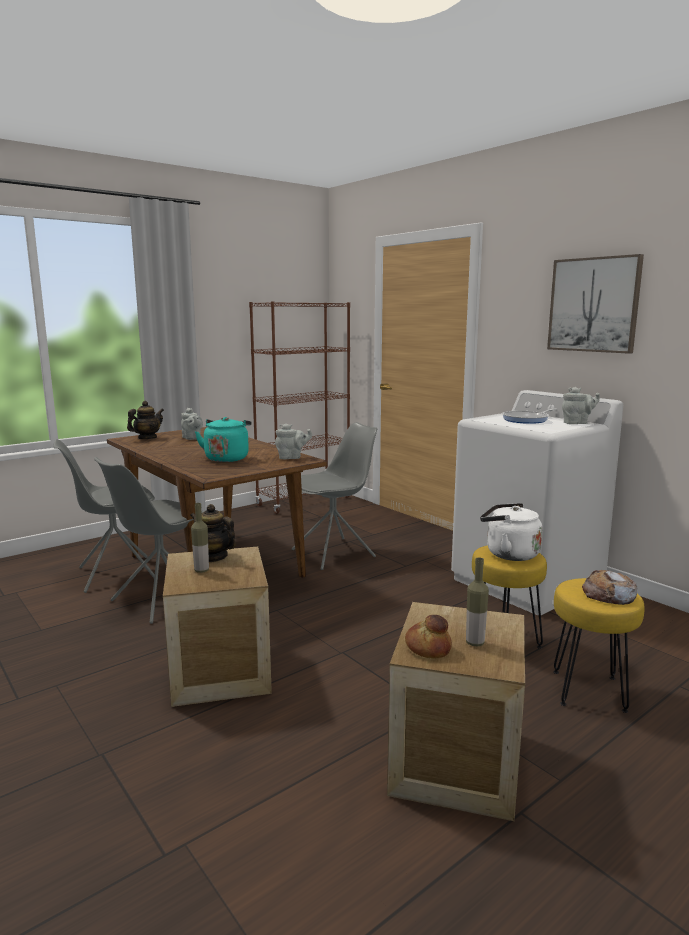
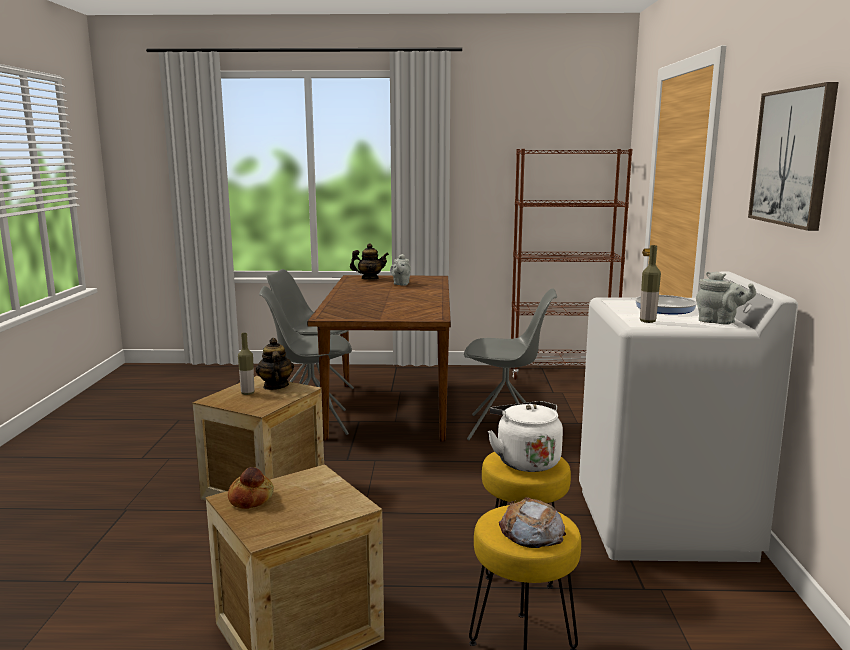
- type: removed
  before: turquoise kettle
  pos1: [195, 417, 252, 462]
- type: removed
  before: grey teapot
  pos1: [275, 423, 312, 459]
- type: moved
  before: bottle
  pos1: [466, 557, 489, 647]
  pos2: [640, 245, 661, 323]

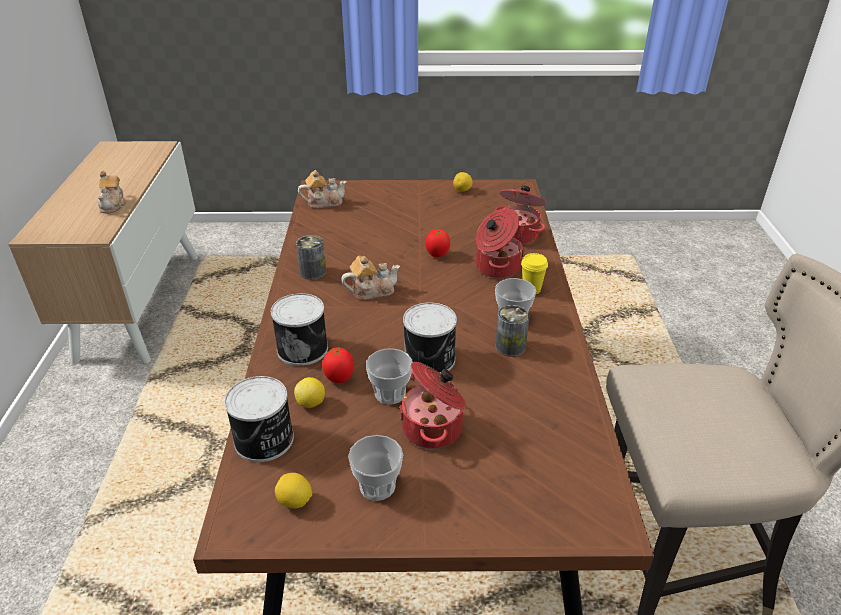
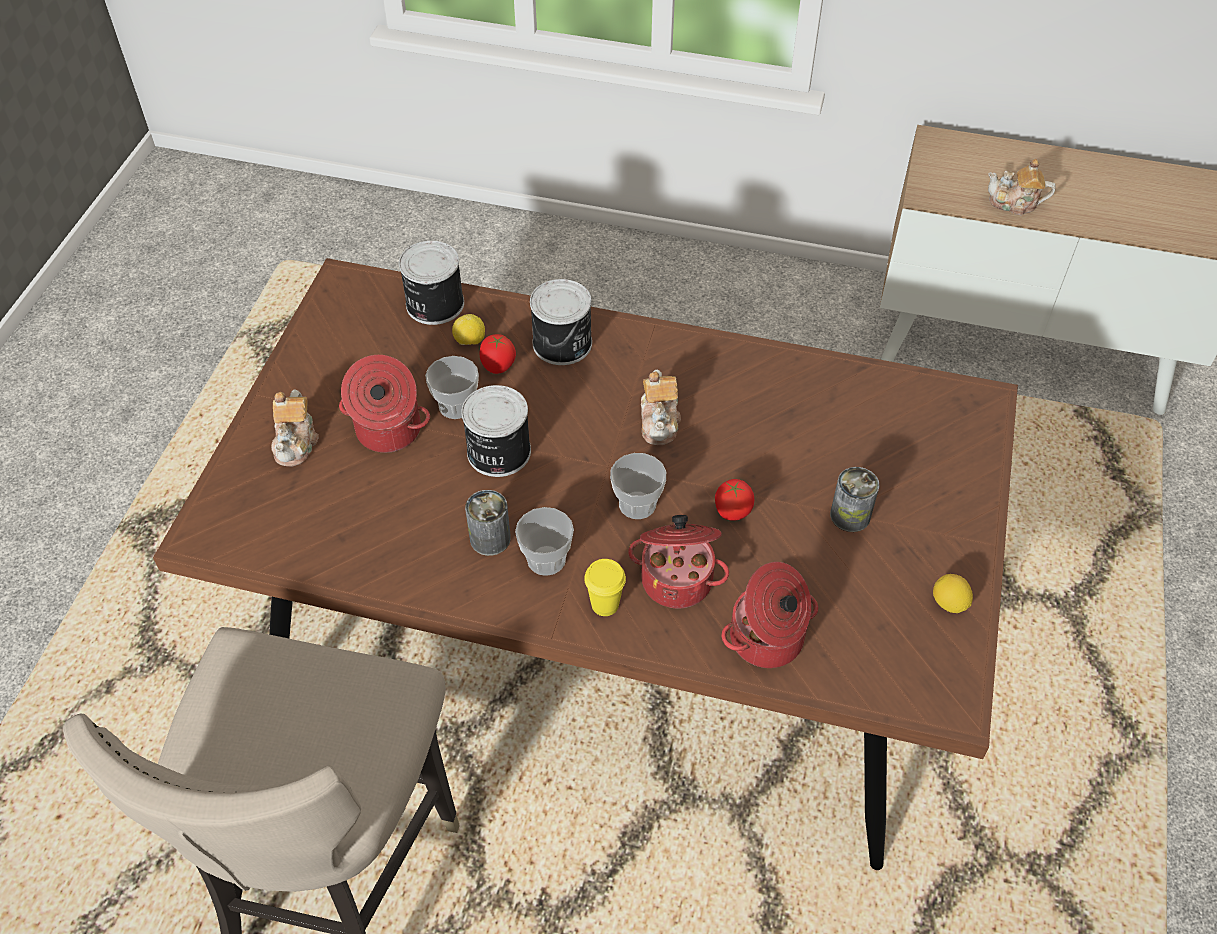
- type: moved
  before: teapot
  pos1: [298, 170, 347, 208]
  pos2: [271, 389, 319, 467]
- type: moved
  before: can
  pos1: [296, 235, 326, 280]
  pos2: [830, 467, 879, 532]
- type: moved
  before: cup
  pos1: [348, 435, 403, 501]
  pos2: [610, 453, 666, 519]
- type: removed
  before: lemon
  pos1: [275, 473, 312, 509]

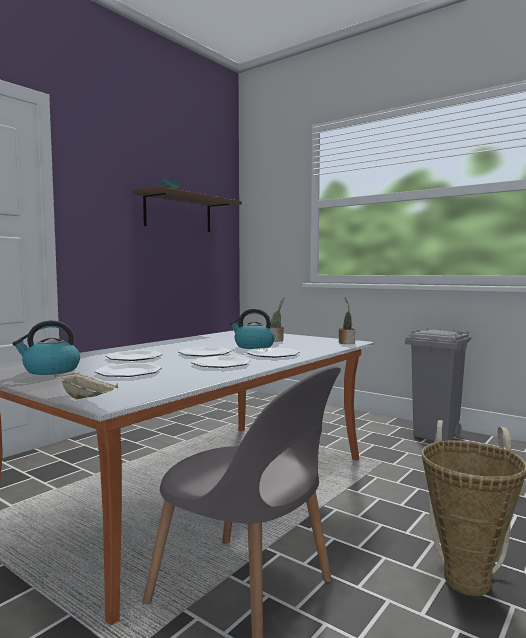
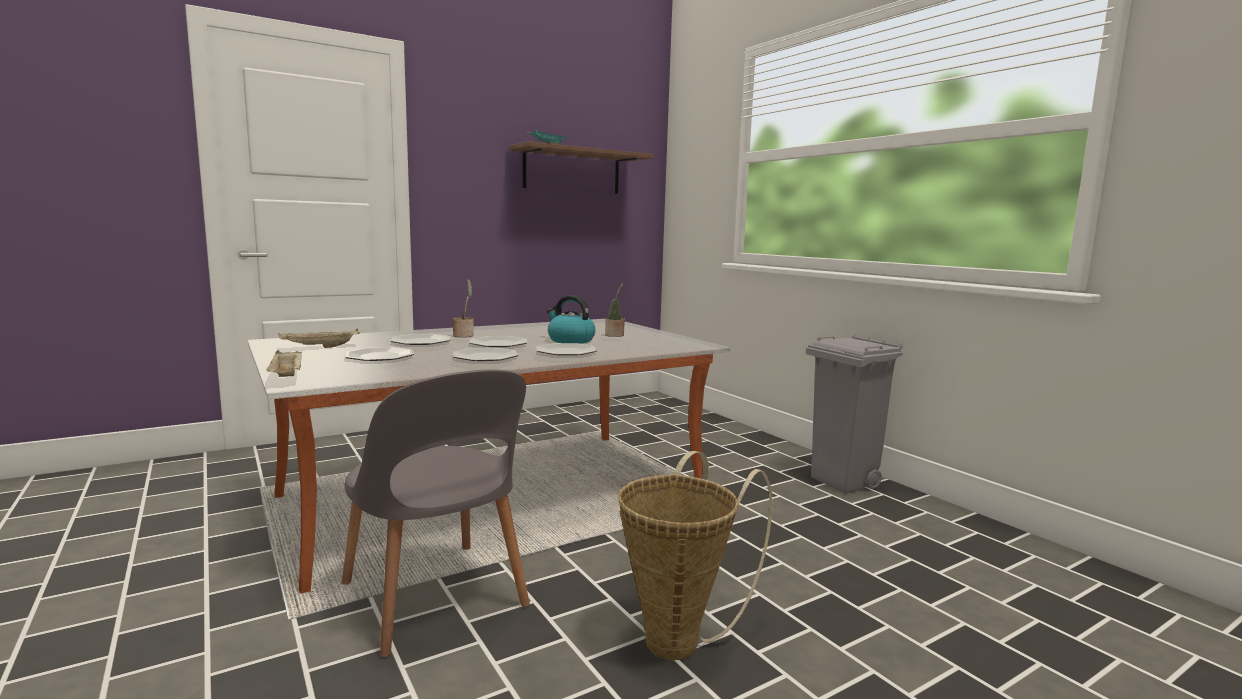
- type: moved
  before: potted plant
  pos1: [339, 297, 355, 344]
  pos2: [453, 279, 474, 337]
- type: replaced
  before: kettle
  after: beige tray
  pos1: [12, 320, 80, 375]
  pos2: [278, 329, 360, 348]

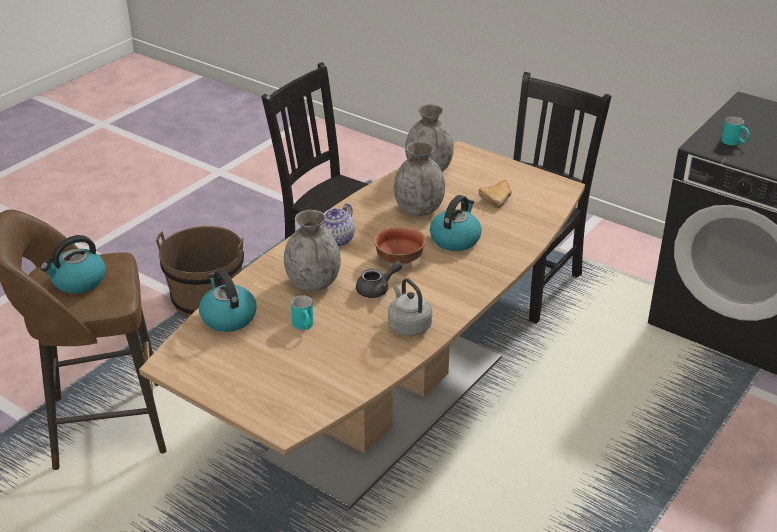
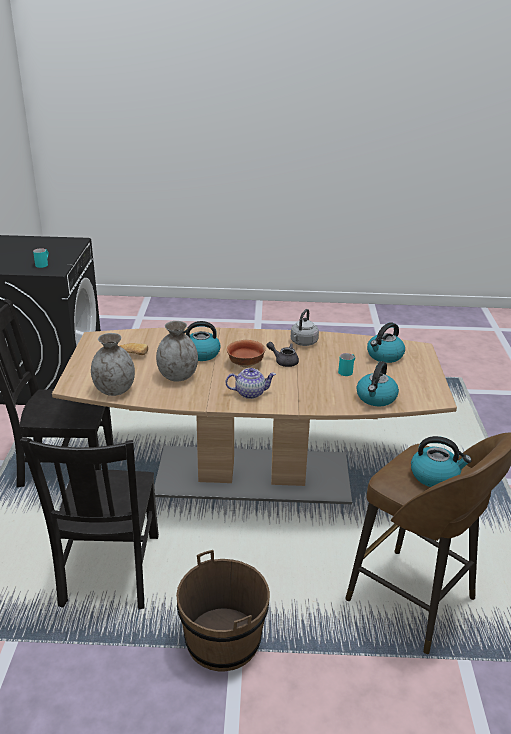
- type: removed
  before: grey vase
  pos1: [284, 210, 341, 292]
- type: added
  after: kettle
  pos2: [367, 322, 405, 363]

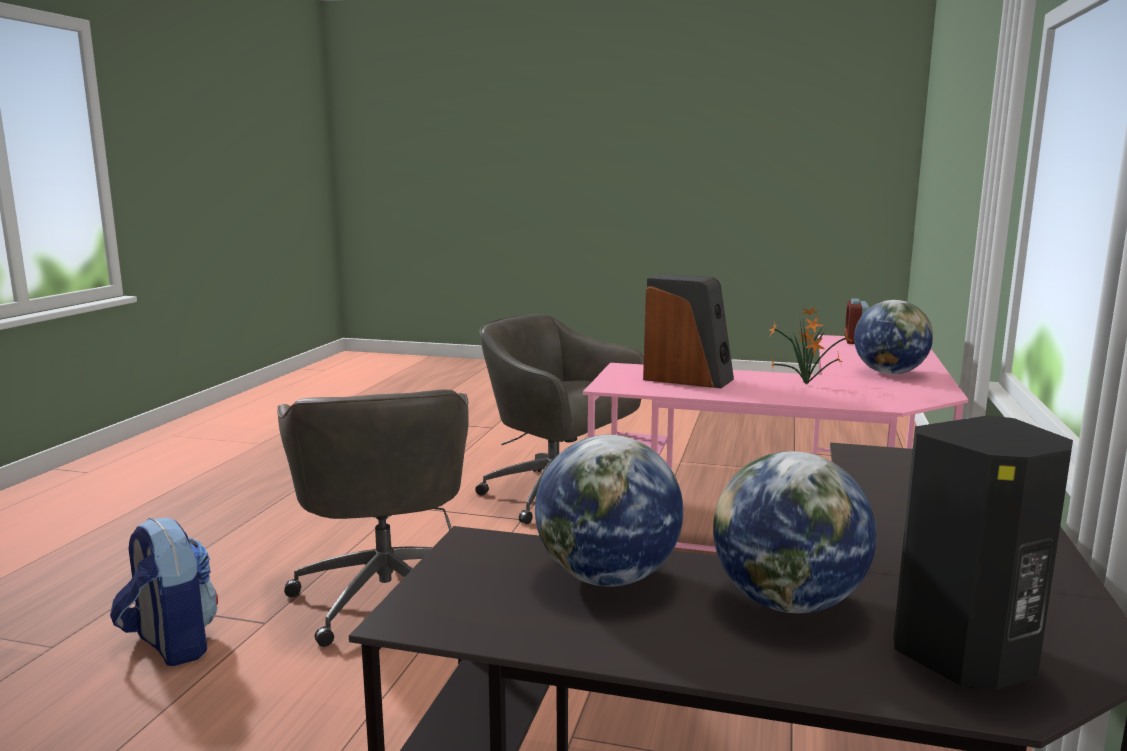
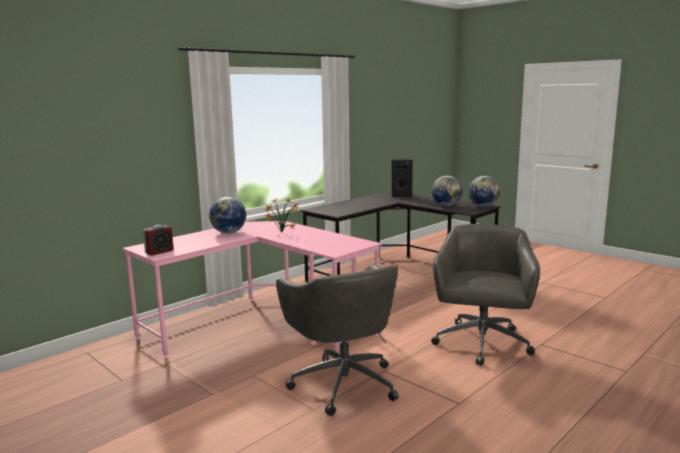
- type: removed
  before: speaker
  pos1: [643, 274, 734, 388]
- type: moved
  before: globe
  pos1: [713, 451, 876, 613]
  pos2: [468, 176, 500, 207]
- type: removed
  before: backpack
  pos1: [110, 518, 218, 666]

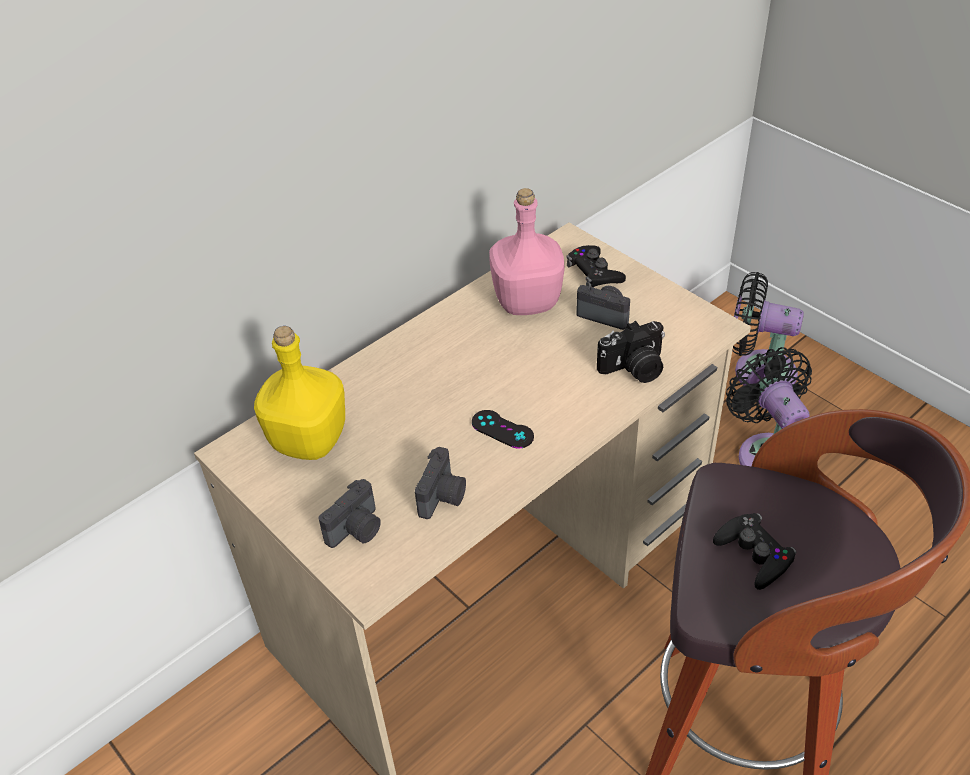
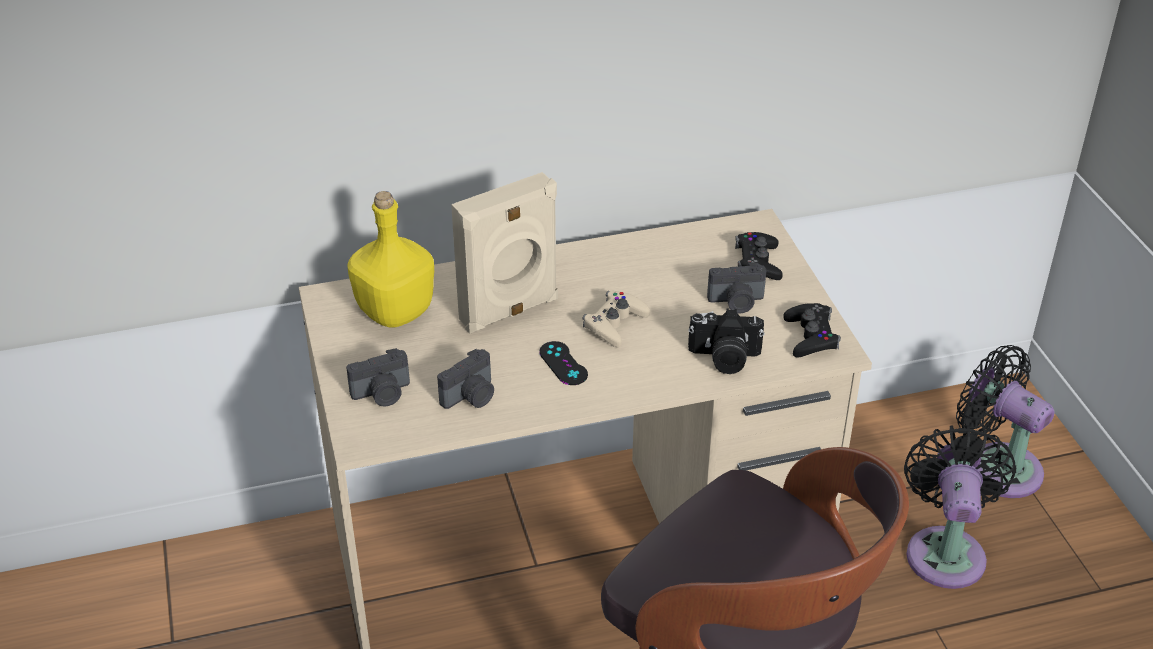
- type: removed
  before: pink bottle
  pos1: [489, 188, 564, 315]
- type: turned
  before: photo camera
  pos1: [576, 285, 630, 330]
  pos2: [707, 263, 766, 314]
  turn: 120
- type: moved
  before: black game controller
  pos1: [713, 513, 796, 590]
  pos2: [783, 303, 841, 357]
- type: added
  after: beige speaker
  pos2: [451, 172, 558, 334]
- type: added
  after: beige game controller
  pos2: [583, 291, 650, 348]

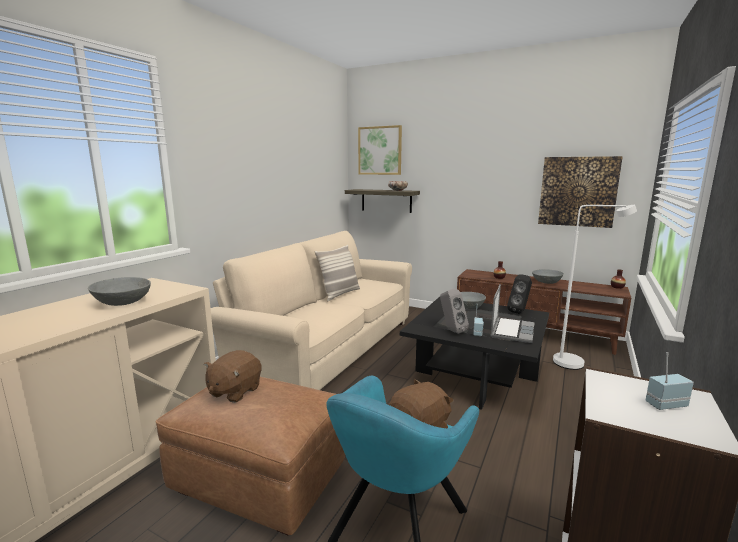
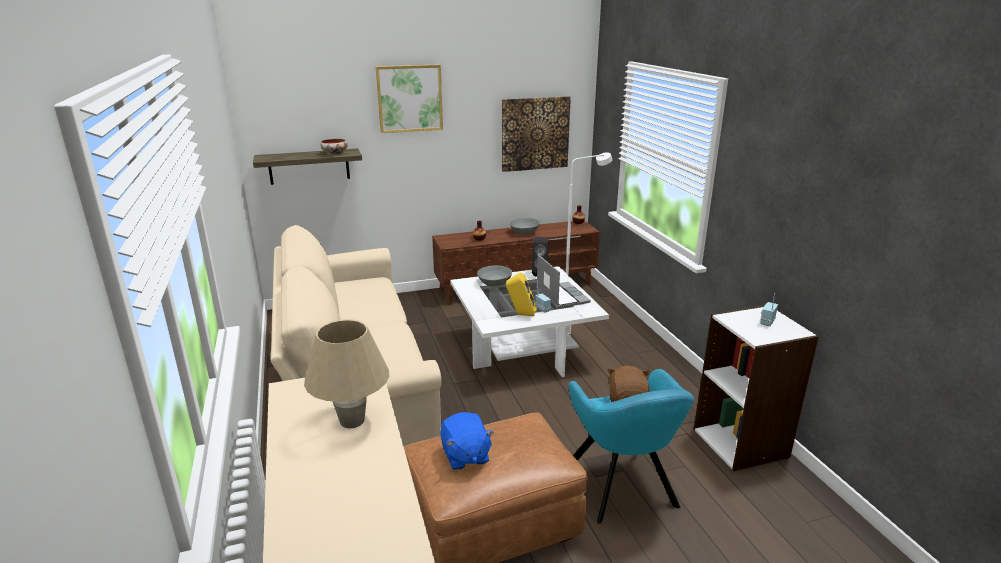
- type: moved
  before: picture
  pos1: [358, 125, 402, 175]
  pos2: [375, 64, 443, 133]
- type: removed
  before: pillow
  pos1: [315, 245, 360, 301]
- type: replaced
  before: grey bowl
  after: beige table lamp
  pos1: [88, 277, 151, 306]
  pos2: [304, 319, 389, 428]
- type: recoloured
  before: grey speaker
  after: yellow speaker
  pos1: [440, 289, 469, 334]
  pos2: [506, 273, 537, 316]
- type: recoloured
  before: black coffee table
  after: white coffee table
  pos1: [400, 297, 549, 410]
  pos2: [450, 266, 609, 377]
- type: recoloured
  before: brown plush toy
  after: blue plush toy
  pos1: [204, 350, 262, 403]
  pos2: [440, 412, 494, 470]

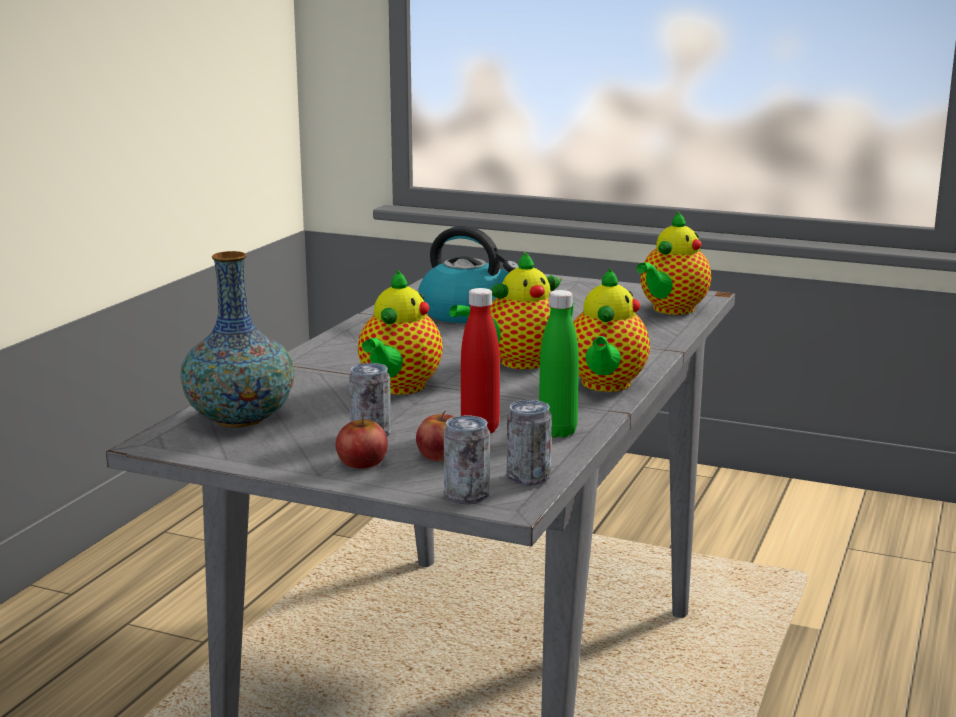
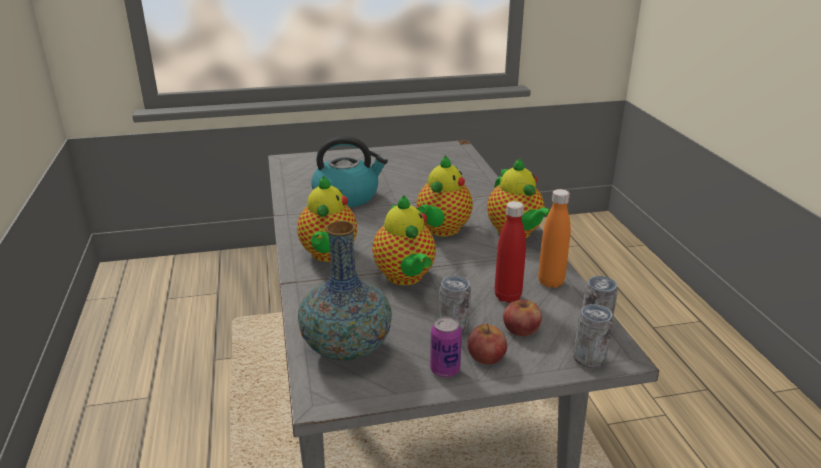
- type: moved
  before: teapot
  pos1: [636, 211, 711, 315]
  pos2: [297, 176, 357, 262]
- type: recoloured
  before: green bottle
  after: orange bottle
  pos1: [539, 290, 579, 438]
  pos2: [538, 189, 570, 288]
- type: added
  after: can
  pos2: [430, 316, 462, 377]

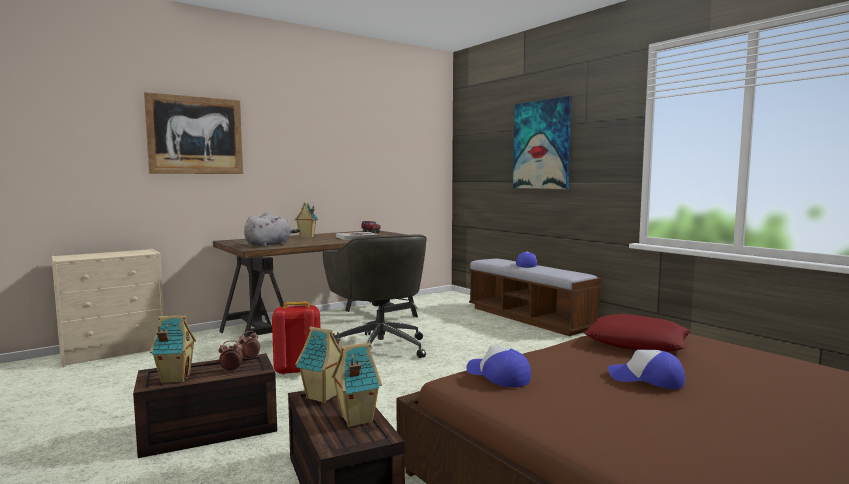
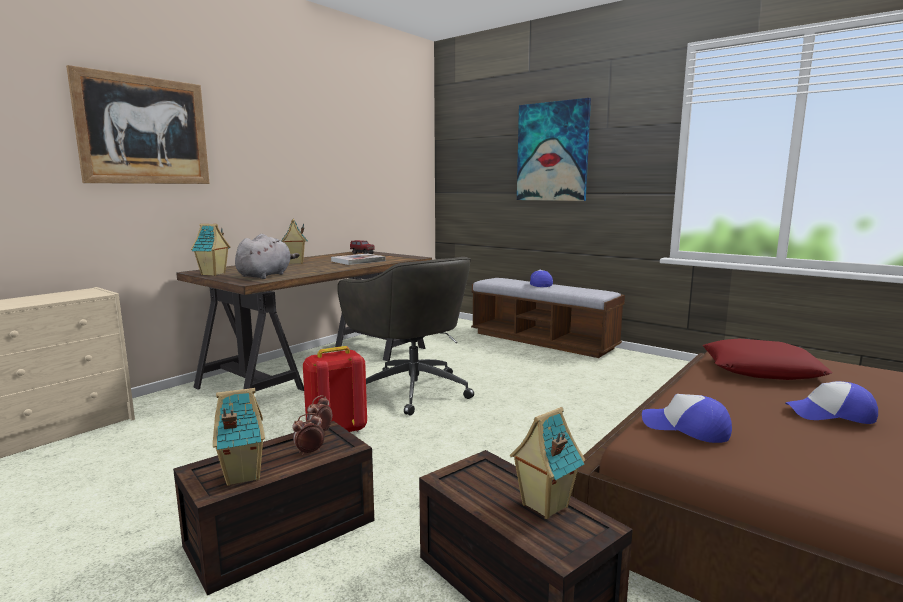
- type: moved
  before: toy house
  pos1: [295, 326, 341, 403]
  pos2: [191, 224, 230, 276]

